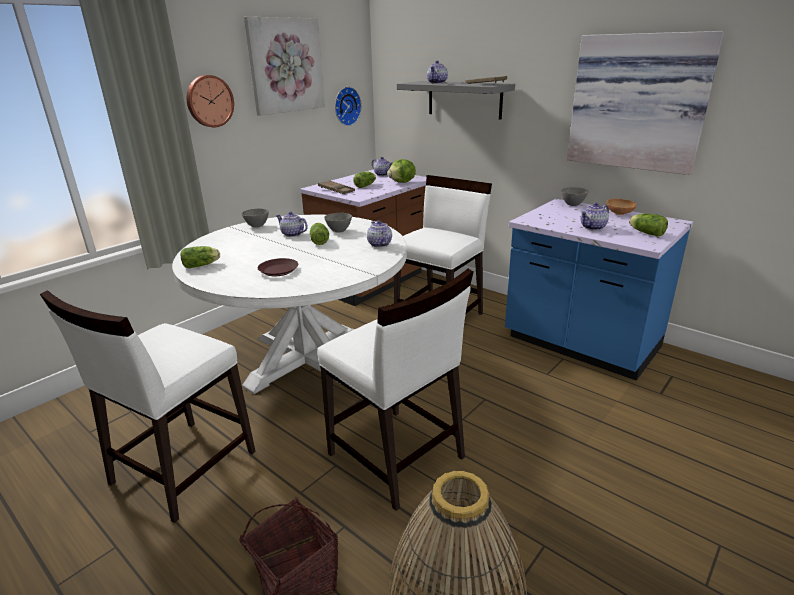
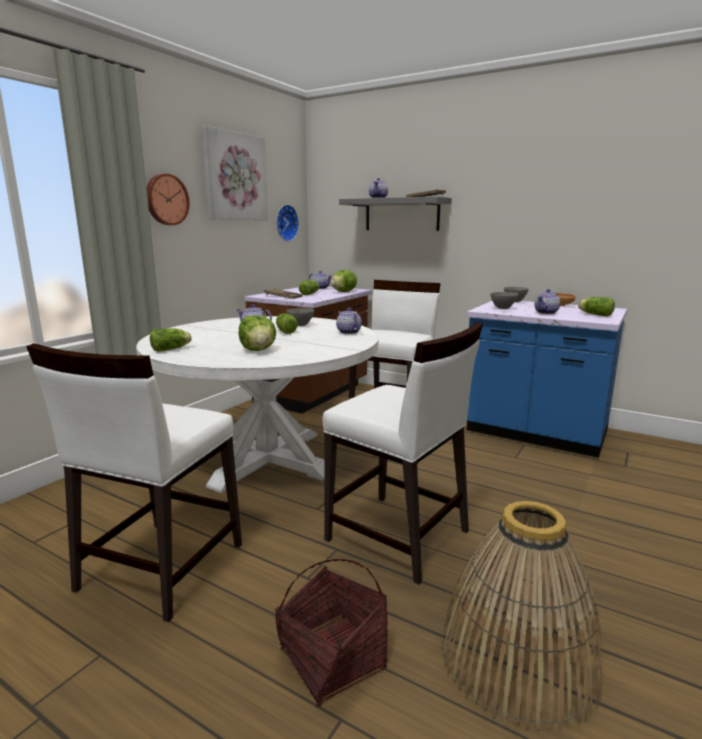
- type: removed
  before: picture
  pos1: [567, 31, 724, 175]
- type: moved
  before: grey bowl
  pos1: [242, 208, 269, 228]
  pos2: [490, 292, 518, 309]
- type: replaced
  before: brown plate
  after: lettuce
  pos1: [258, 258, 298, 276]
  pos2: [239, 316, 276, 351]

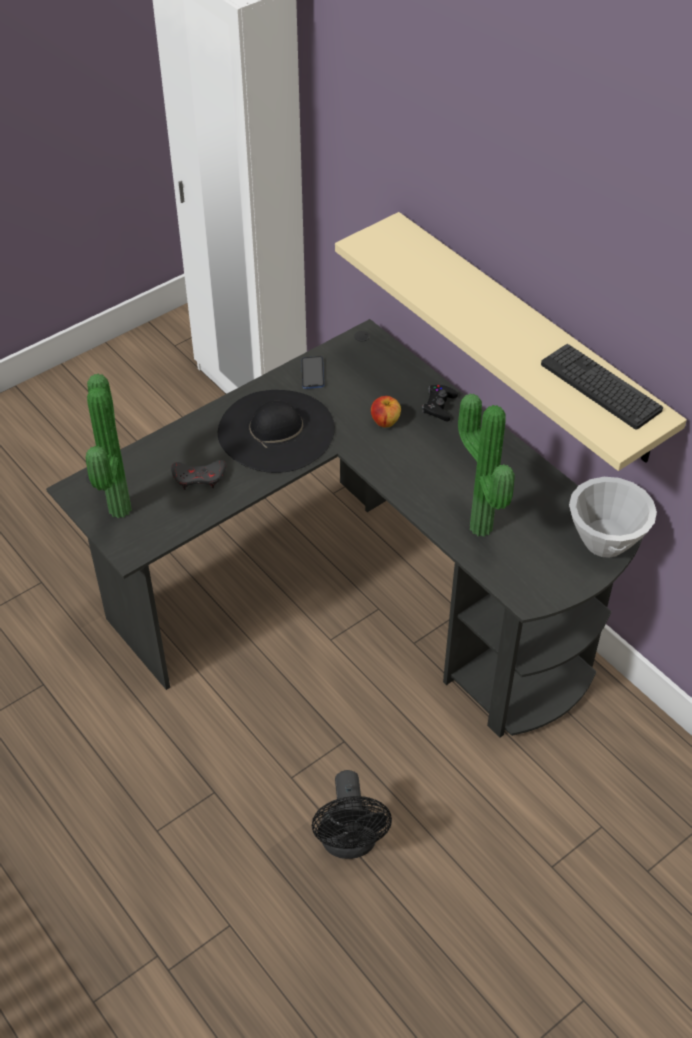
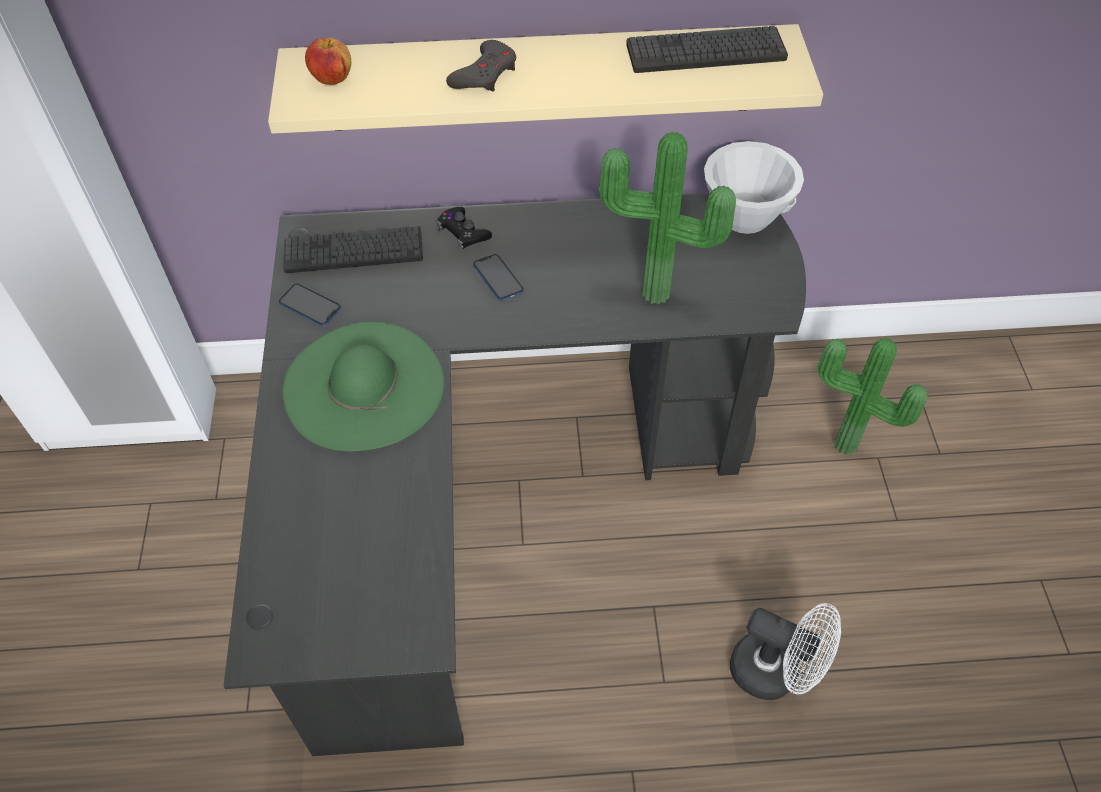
- type: moved
  before: potted plant
  pos1: [86, 374, 132, 518]
  pos2: [818, 338, 928, 455]
- type: recoloured
  before: black hat
  after: green hat
  pos1: [218, 390, 335, 473]
  pos2: [283, 322, 444, 451]
- type: moved
  before: apple
  pos1: [371, 396, 401, 428]
  pos2: [305, 38, 351, 85]
- type: moved
  before: grey game controller
  pos1: [171, 460, 226, 490]
  pos2: [446, 40, 516, 92]
- type: recoloured
  before: black fan
  after: white fan
  pos1: [312, 770, 392, 859]
  pos2: [730, 603, 841, 700]
- type: added
  after: keyboard
  pos2: [283, 226, 423, 273]
- type: added
  after: phone
  pos2: [473, 254, 524, 301]

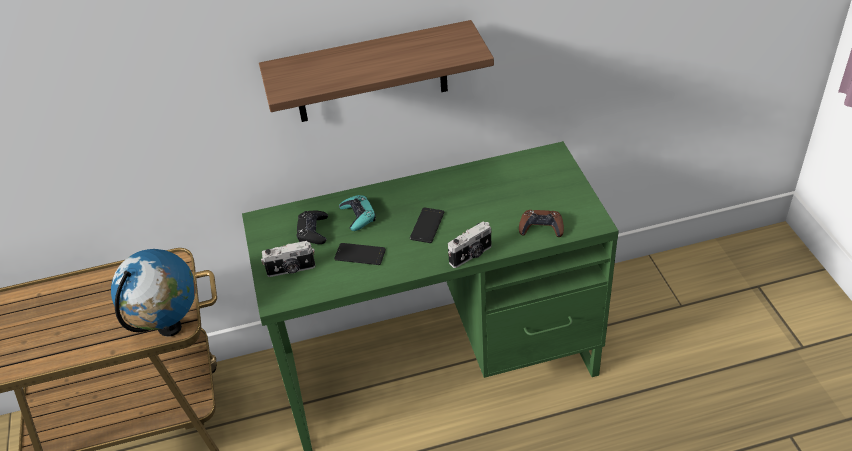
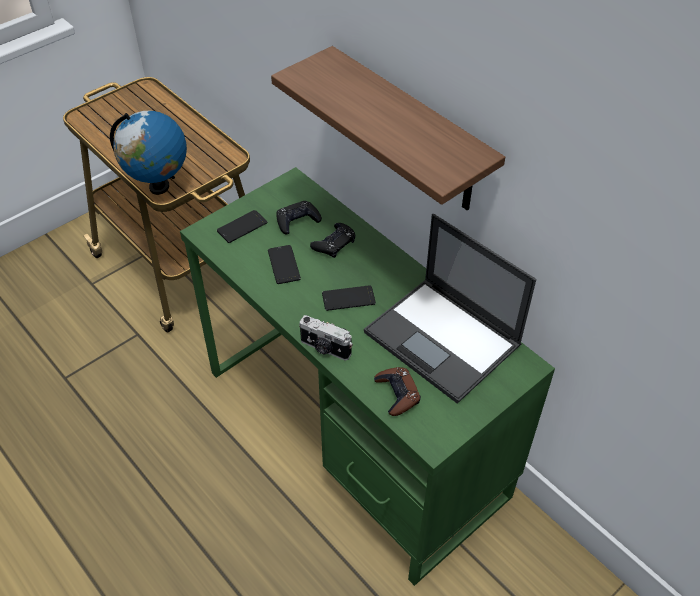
- type: recoloured
  before: turquoise game controller
  after: black game controller
  pos1: [339, 195, 376, 231]
  pos2: [310, 223, 356, 258]
- type: replaced
  before: photo camera
  after: phone
  pos1: [261, 241, 315, 277]
  pos2: [217, 210, 267, 243]
- type: added
  after: laptop
  pos2: [364, 214, 536, 404]

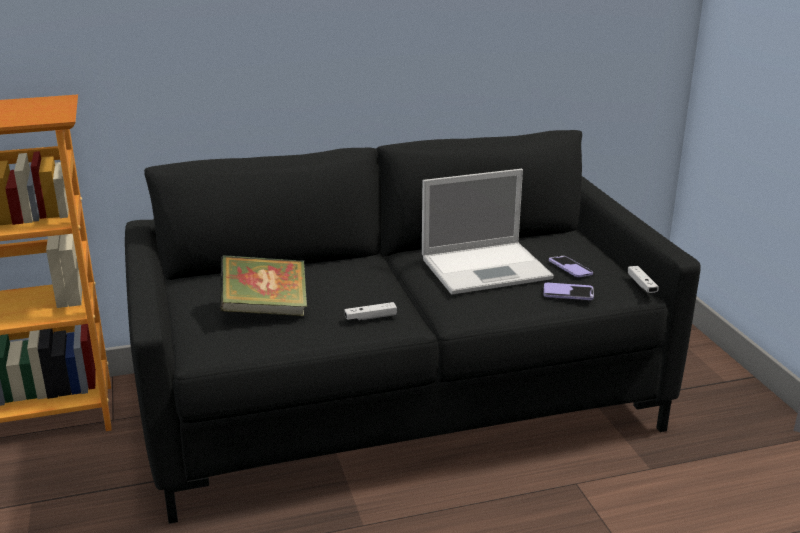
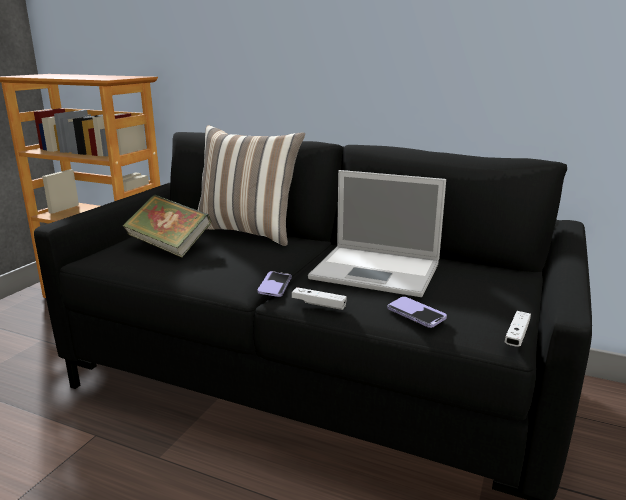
- type: moved
  before: phone
  pos1: [549, 256, 593, 277]
  pos2: [257, 271, 292, 297]
- type: moved
  before: white game controller
  pos1: [344, 302, 397, 321]
  pos2: [292, 287, 347, 310]
- type: added
  after: pillow
  pos2: [198, 125, 305, 246]

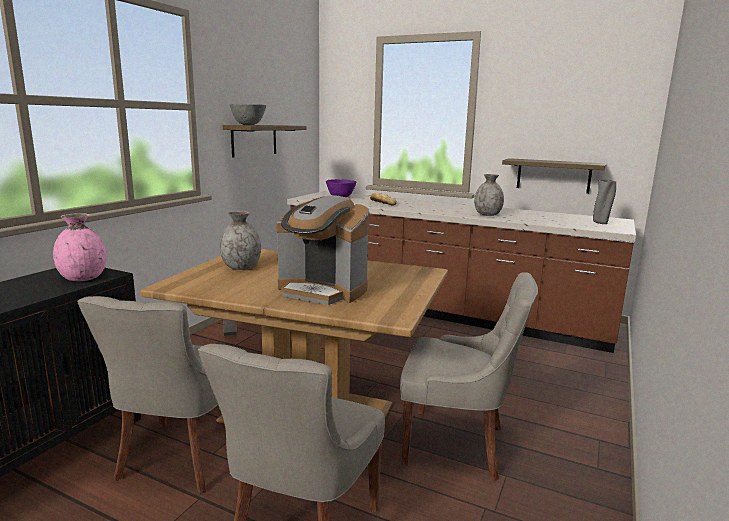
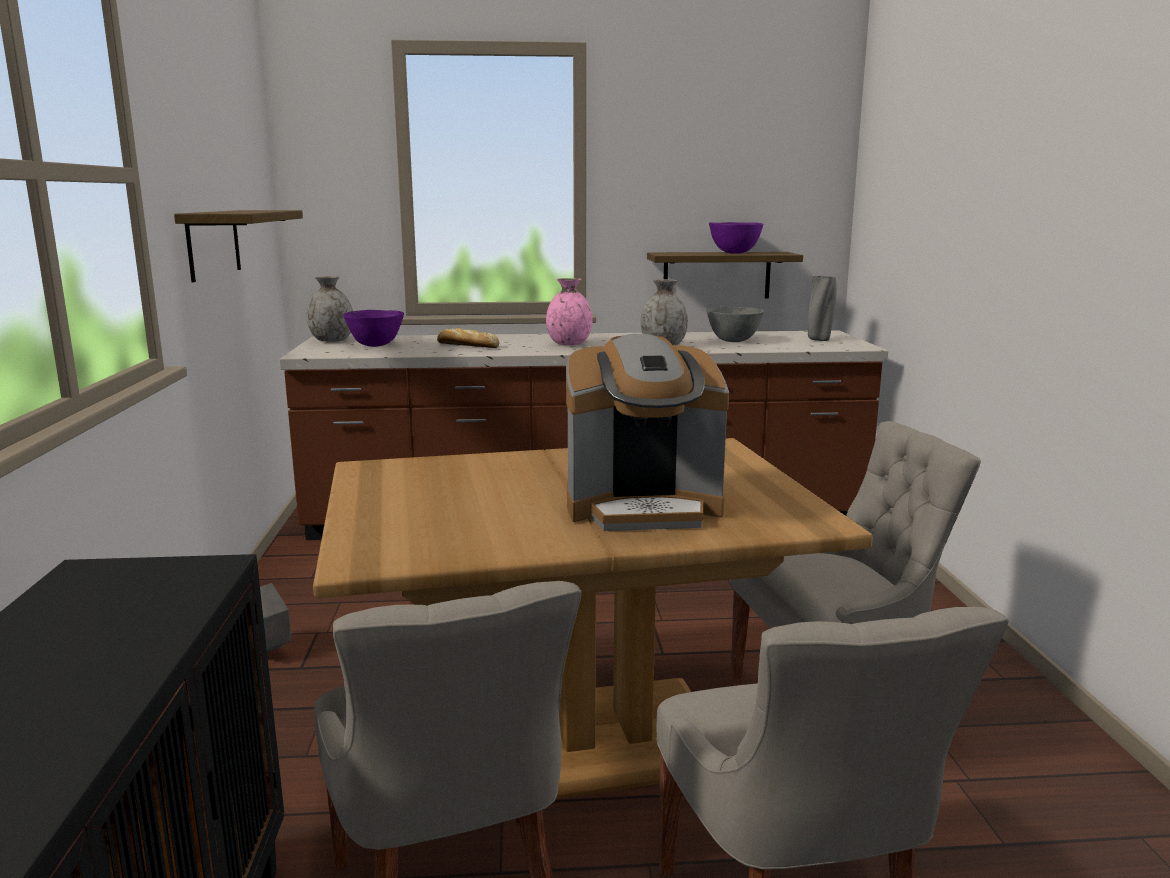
- type: moved
  before: grey bowl
  pos1: [229, 104, 266, 125]
  pos2: [706, 307, 764, 342]
- type: moved
  before: grey vase
  pos1: [220, 211, 261, 270]
  pos2: [307, 276, 353, 342]
- type: moved
  before: pink vase
  pos1: [53, 213, 107, 281]
  pos2: [546, 278, 593, 345]
- type: added
  after: purple bowl
  pos2: [709, 222, 763, 254]

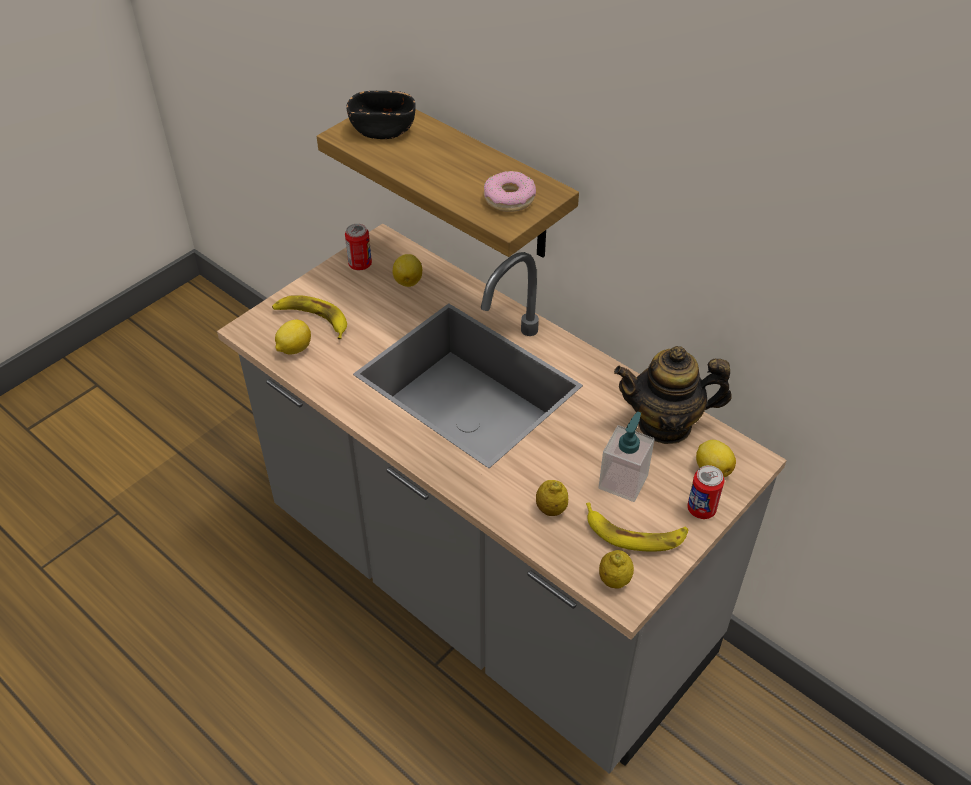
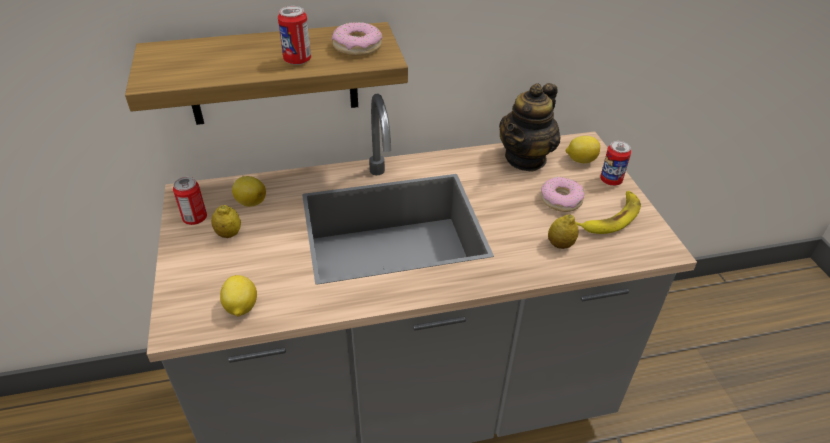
- type: removed
  before: black bowl
  pos1: [346, 91, 416, 139]
- type: removed
  before: banana
  pos1: [272, 295, 347, 339]
- type: replaced
  before: soap dispenser
  after: donut
  pos1: [598, 412, 655, 502]
  pos2: [541, 177, 585, 212]
- type: moved
  before: lemon
  pos1: [599, 550, 634, 589]
  pos2: [211, 205, 241, 238]
- type: added
  after: can
  pos2: [278, 6, 311, 65]

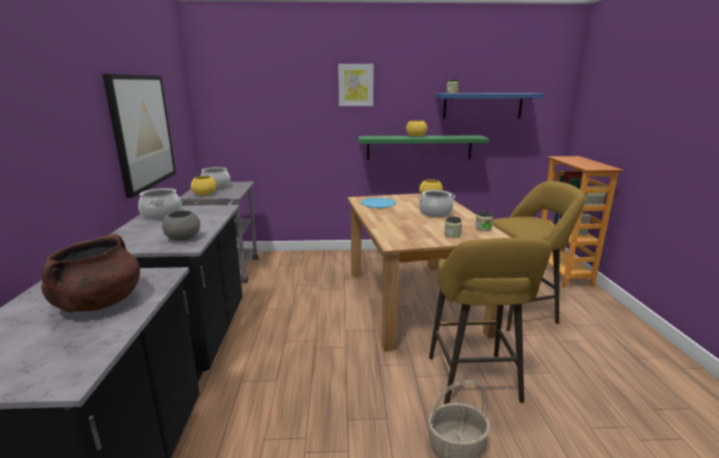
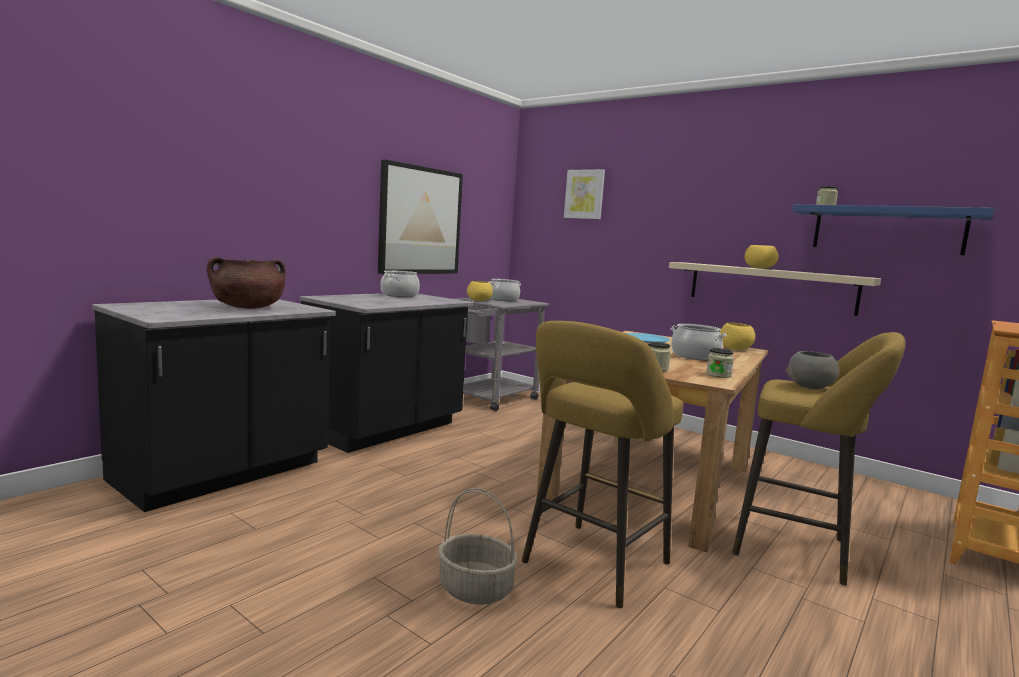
- type: moved
  before: picture
  pos1: [338, 64, 374, 106]
  pos2: [564, 169, 605, 219]
- type: recoloured
  before: green shelf
  after: beige shelf
  pos1: [358, 135, 489, 160]
  pos2: [669, 262, 881, 316]
- type: moved
  before: grey bowl
  pos1: [162, 210, 200, 241]
  pos2: [786, 351, 839, 389]

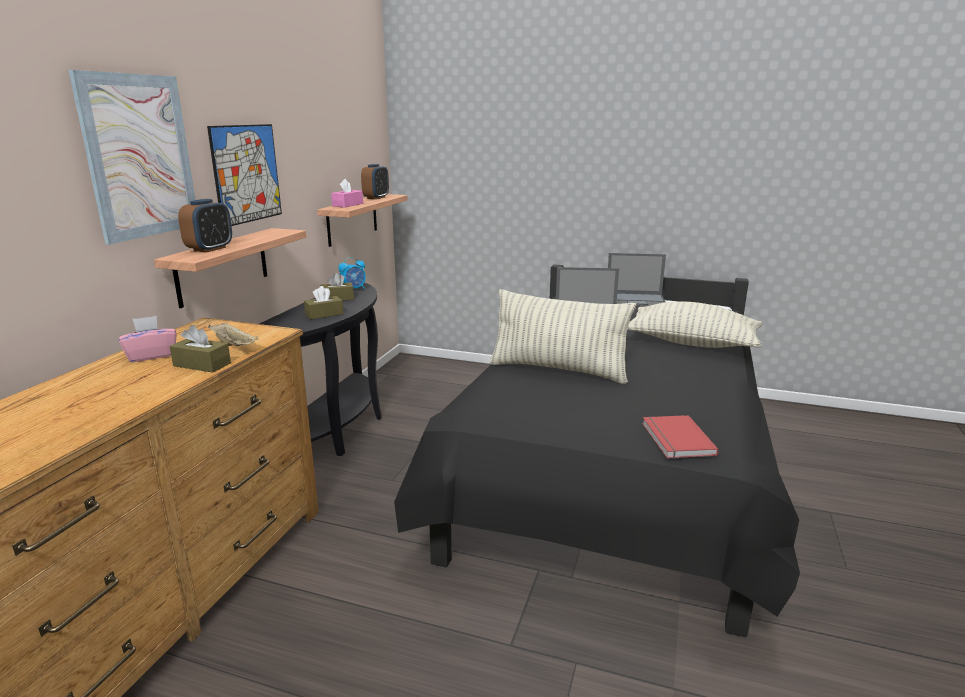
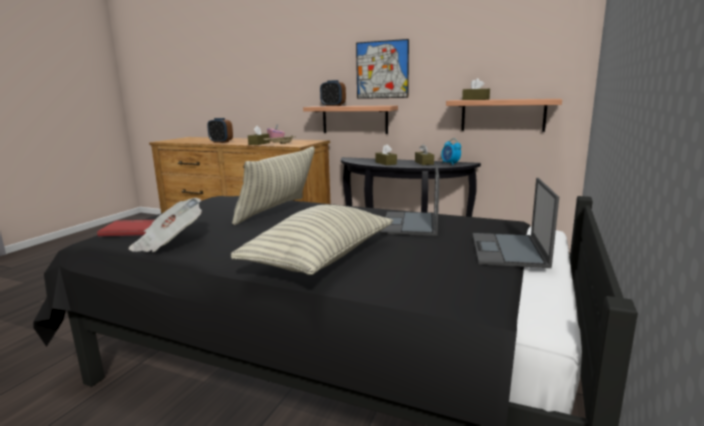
- type: removed
  before: picture
  pos1: [68, 70, 195, 245]
- type: moved
  before: alarm clock
  pos1: [361, 164, 389, 199]
  pos2: [207, 118, 233, 143]
- type: recoloured
  before: pink tissue box
  after: brown tissue box
  pos1: [331, 179, 363, 208]
  pos2: [462, 78, 490, 100]
- type: added
  after: newspaper
  pos2: [129, 198, 202, 252]

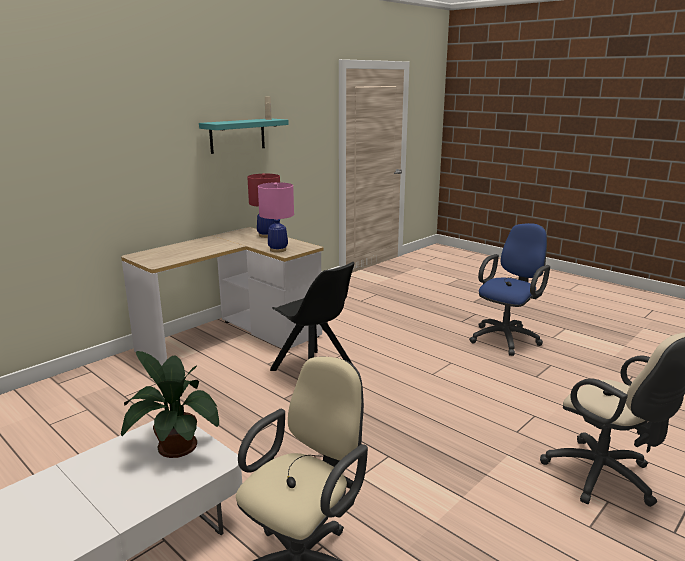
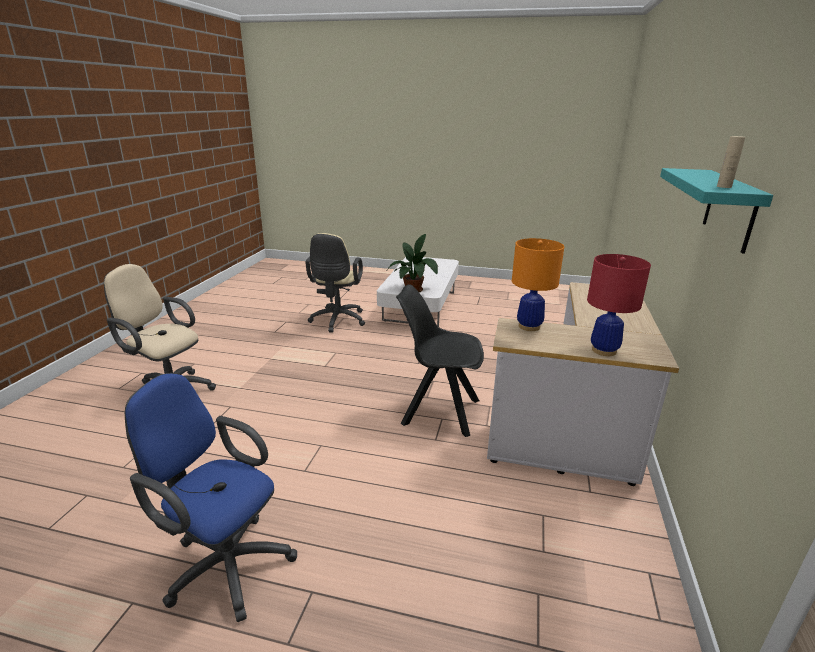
- type: recoloured
  before: pink table lamp
  after: orange table lamp
  pos1: [258, 182, 294, 253]
  pos2: [512, 238, 564, 331]
- type: turned
  before: blue office chair
  pos1: [469, 223, 550, 356]
  pos2: [125, 373, 297, 622]
  turn: 105

